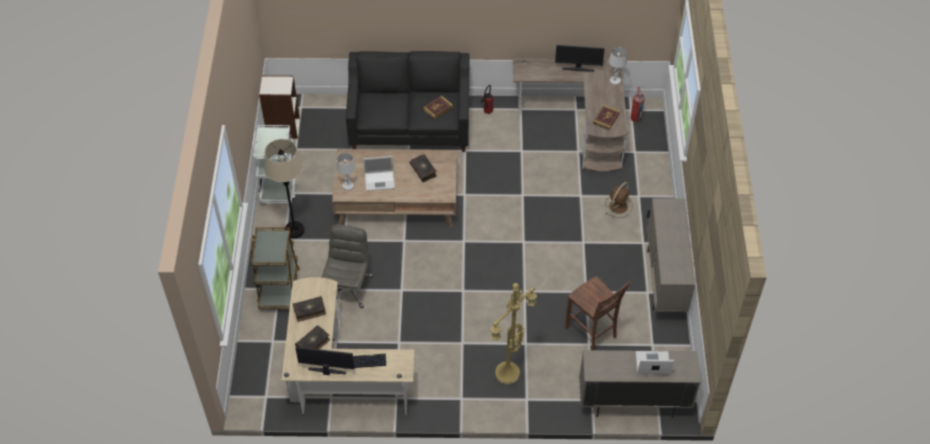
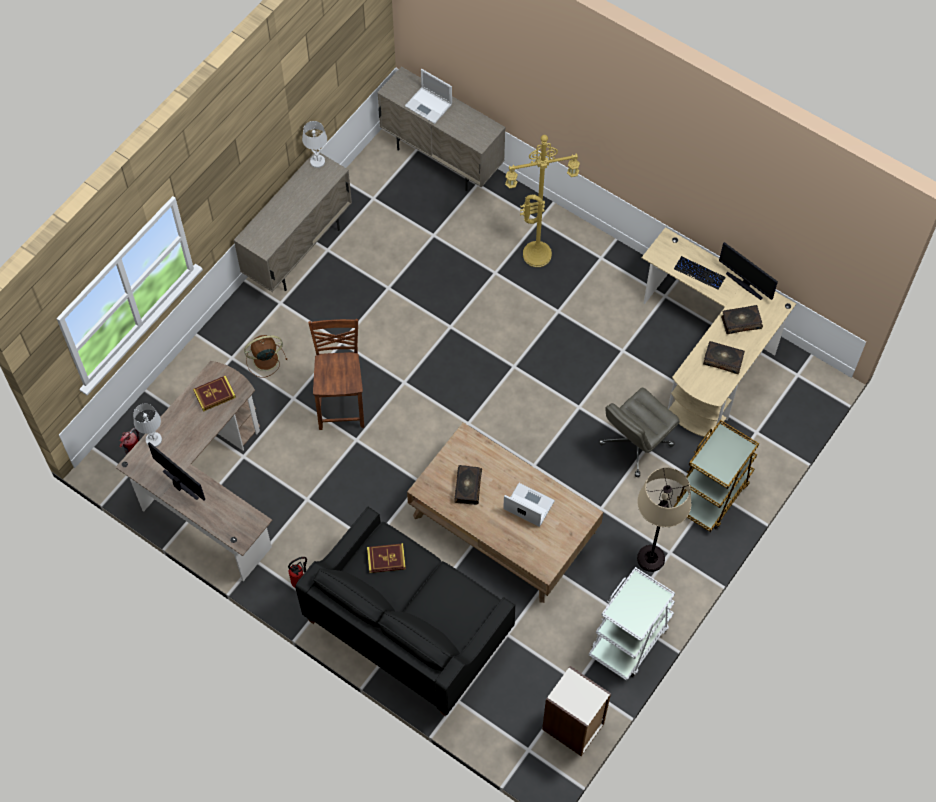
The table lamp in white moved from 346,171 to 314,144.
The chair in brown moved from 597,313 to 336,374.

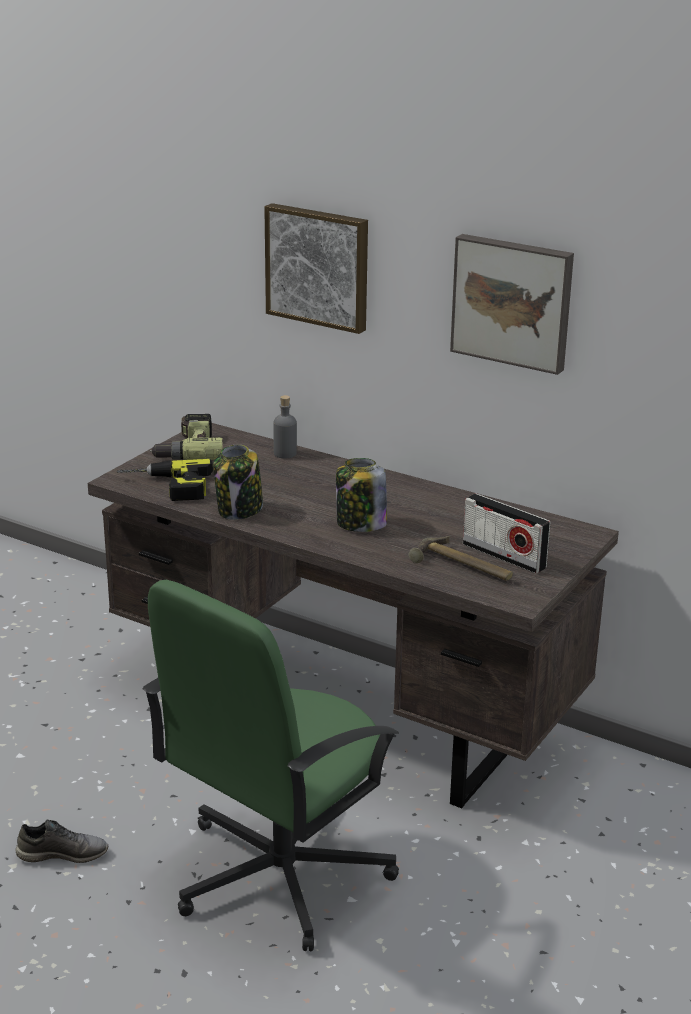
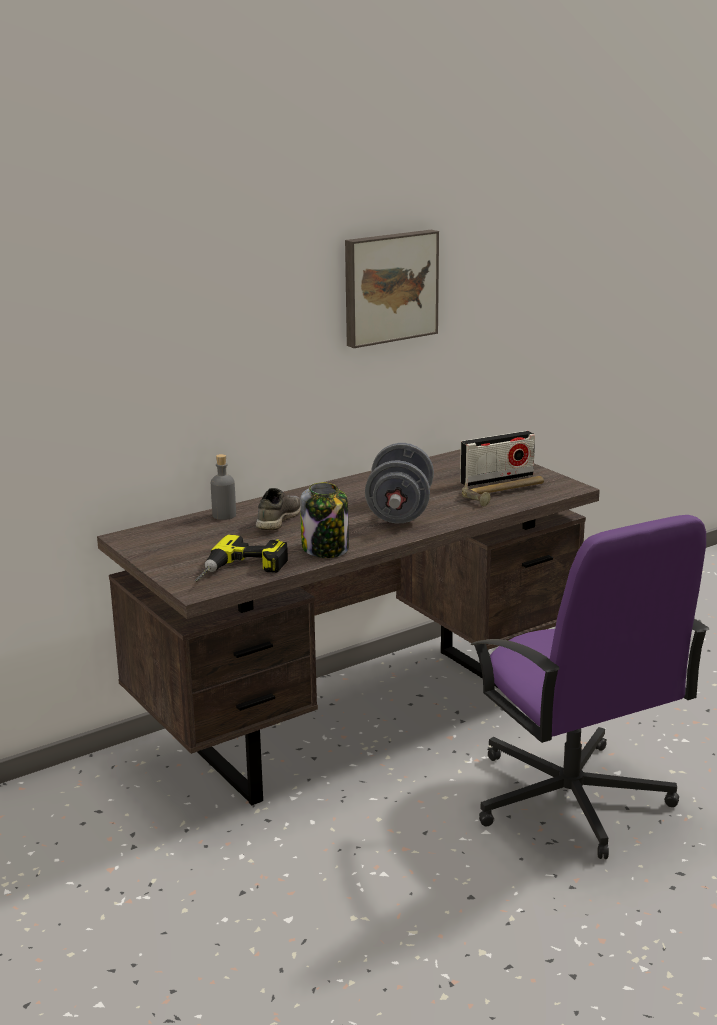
The power drill at 186,437 disappeared.
The picture at 316,268 disappeared.
The shoe in grey moved from 62,841 to 278,509.
The jar at 361,495 was replaced by the dumbbell in grey at 399,483.
The office chair in green at 271,765 became the office chair in purple at 589,687.

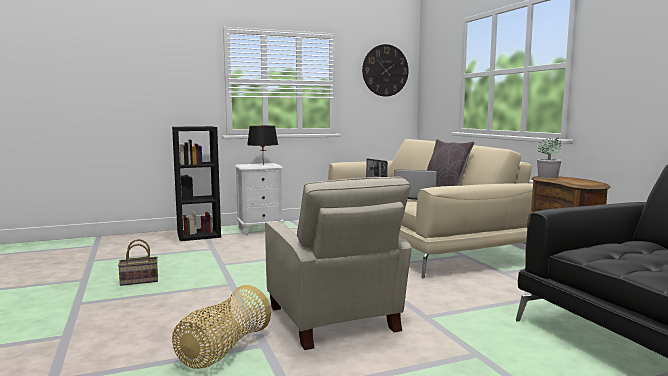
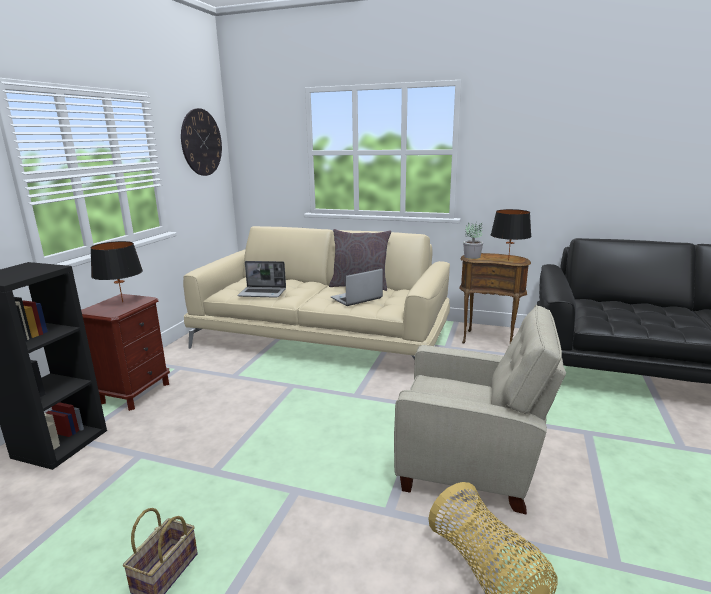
The table lamp in black at 511,235 appeared.
The nightstand in white at 259,199 became the nightstand in brown at 125,352.

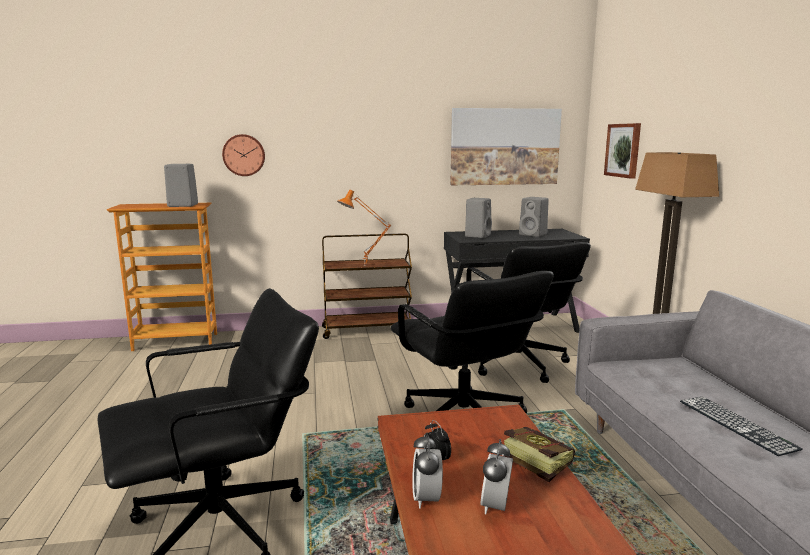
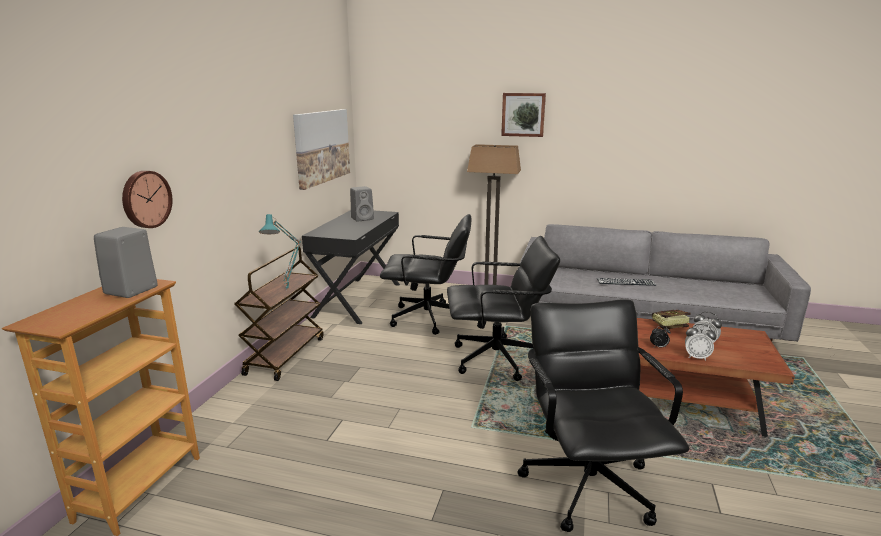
The speaker in grey at 478,218 disappeared.
The picture moved from 622,151 to 523,115.
The table lamp in orange at 364,227 became the table lamp in turquoise at 280,252.

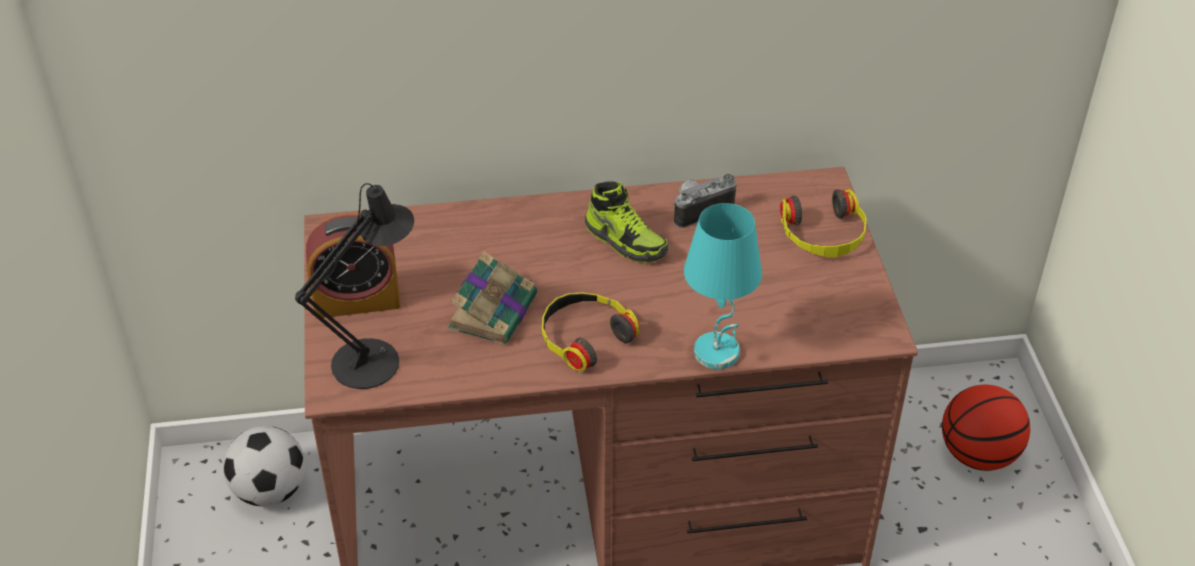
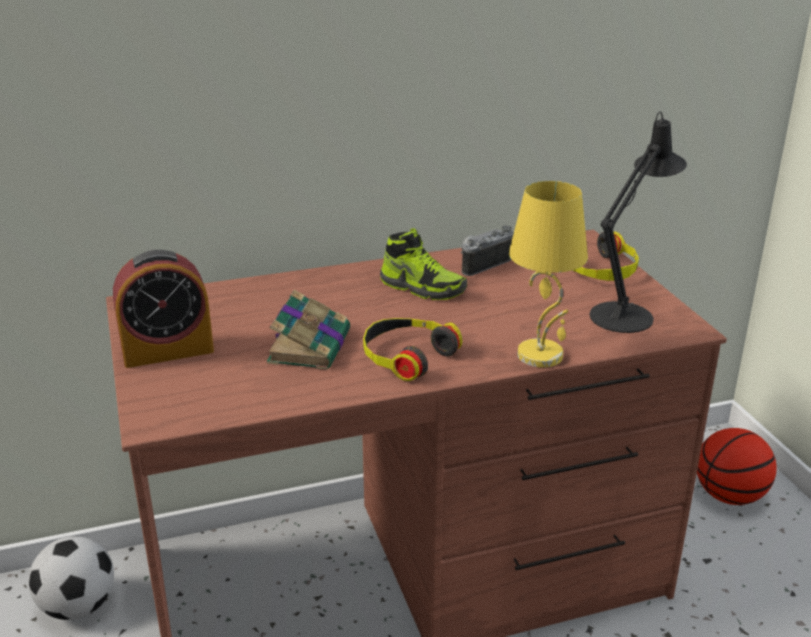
The table lamp in black moved from 354,286 to 638,222.
The table lamp in turquoise at 723,286 became the table lamp in yellow at 548,274.

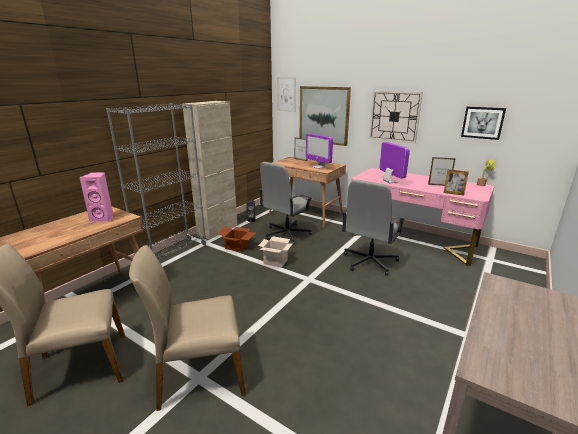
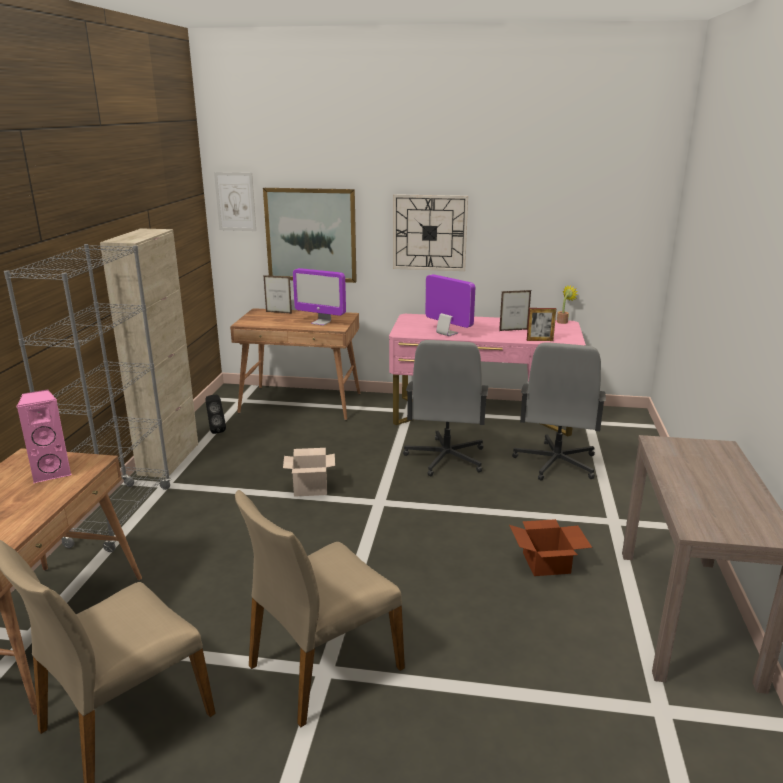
The picture at 483,123 disappeared.
The cardboard box moved from 236,239 to 550,547.
The office chair in grey moved from 285,203 to 559,411.

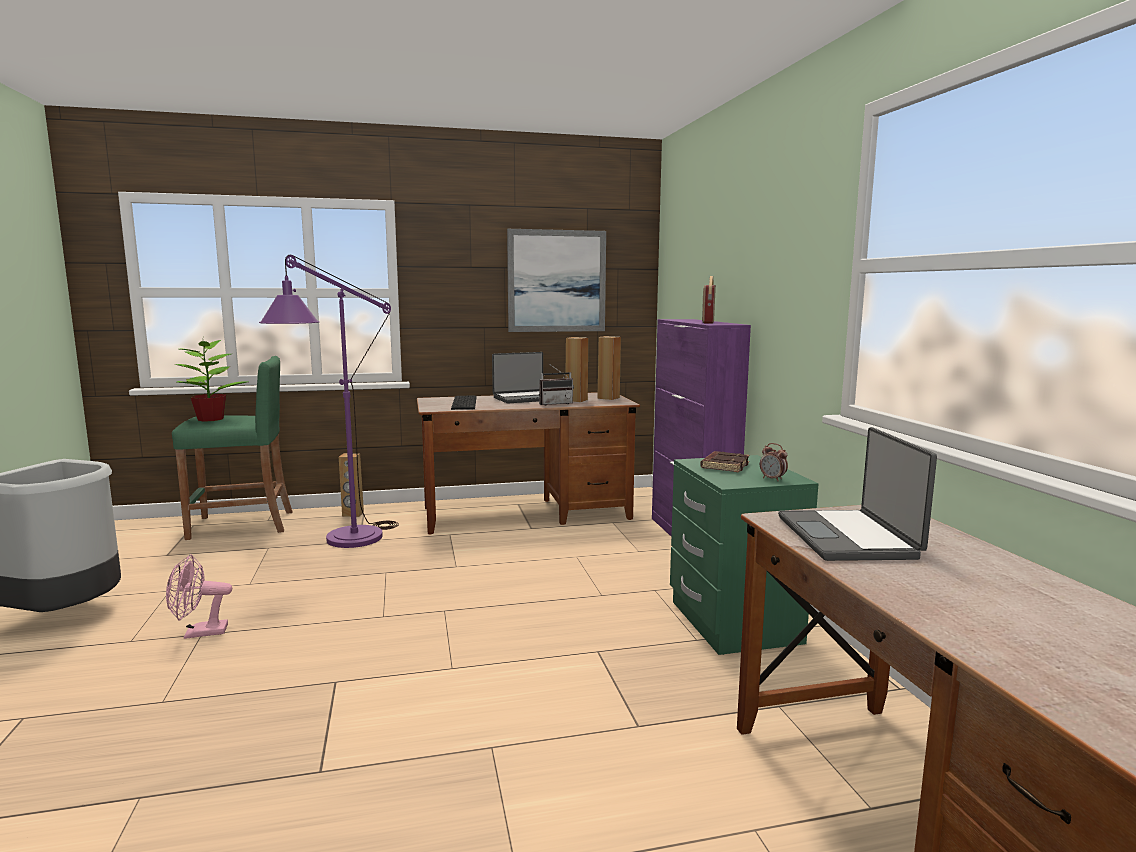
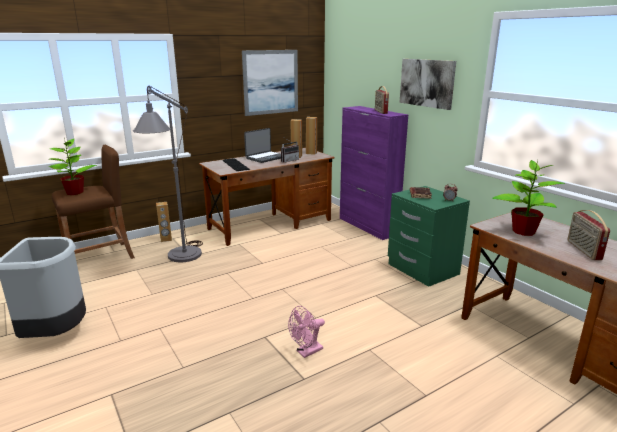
The picture at 427,84 appeared.
The radio at 589,235 appeared.
The fan in pink moved from 199,596 to 306,332.
The laptop at 857,494 was replaced by the potted plant at 528,198.
The stool in green at 232,448 became the stool in brown at 93,201.
The floor lamp in purple at 329,401 became the floor lamp in grey at 168,174.

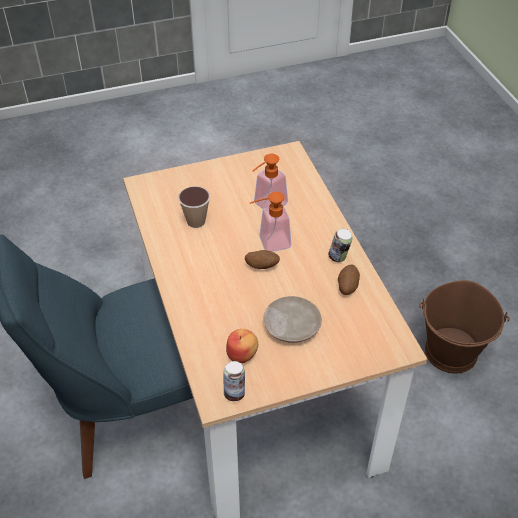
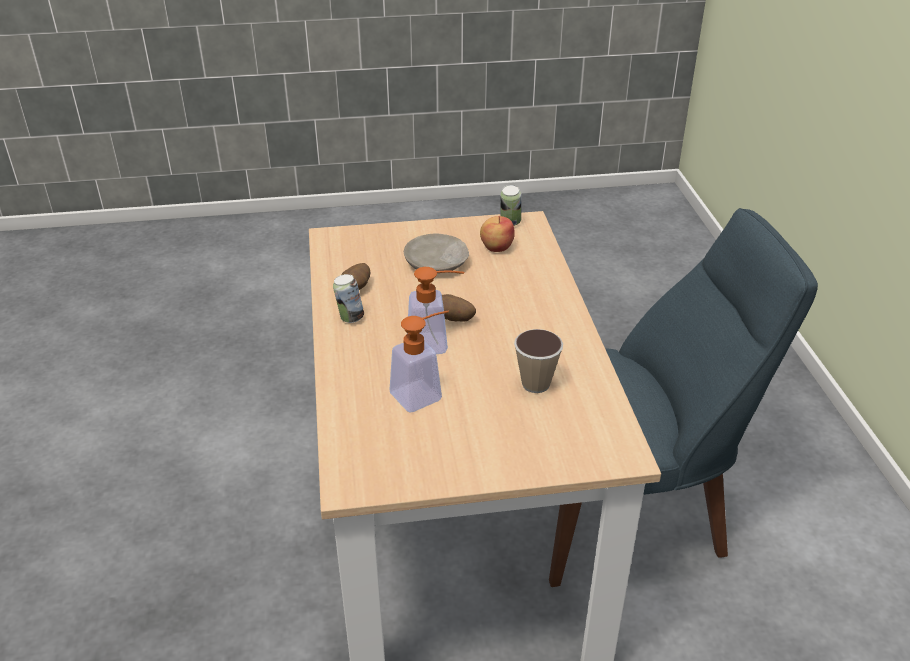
The bucket in brown at 464,326 disappeared.

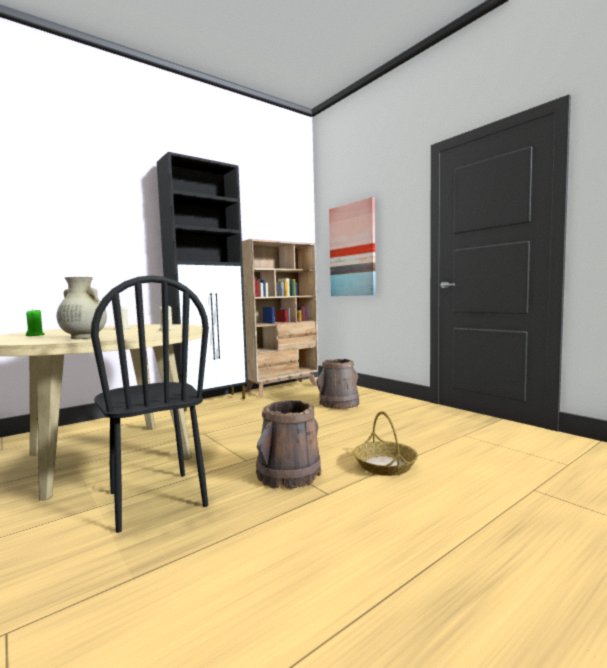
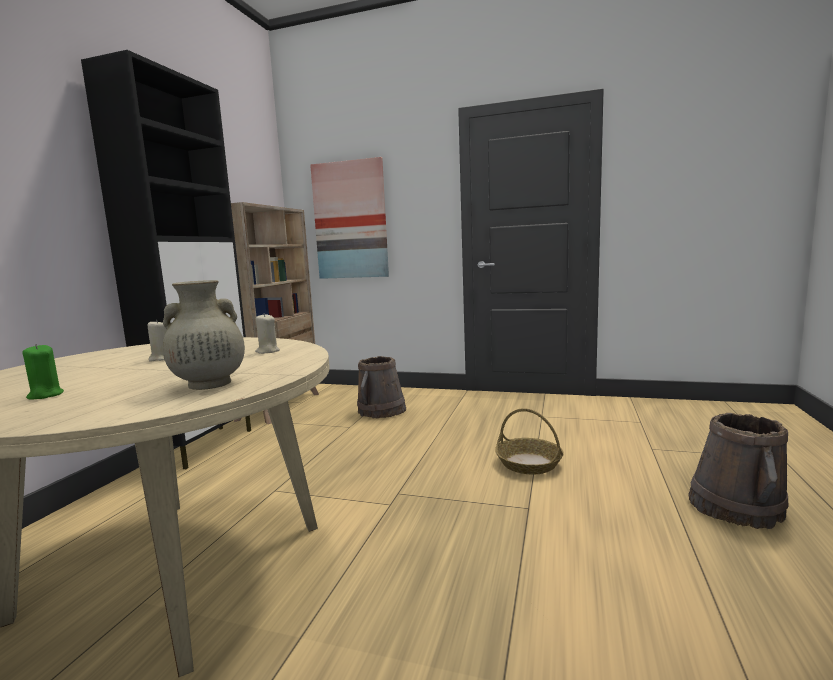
The chair in black at 150,404 disappeared.
The bucket in brown moved from 288,444 to 738,471.

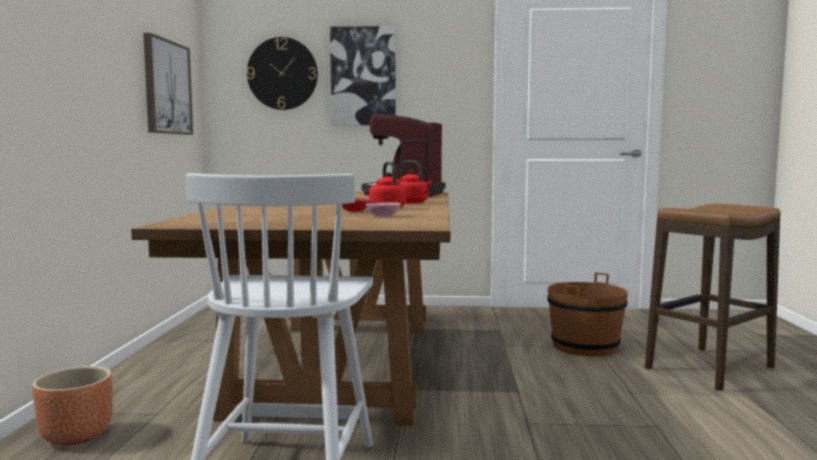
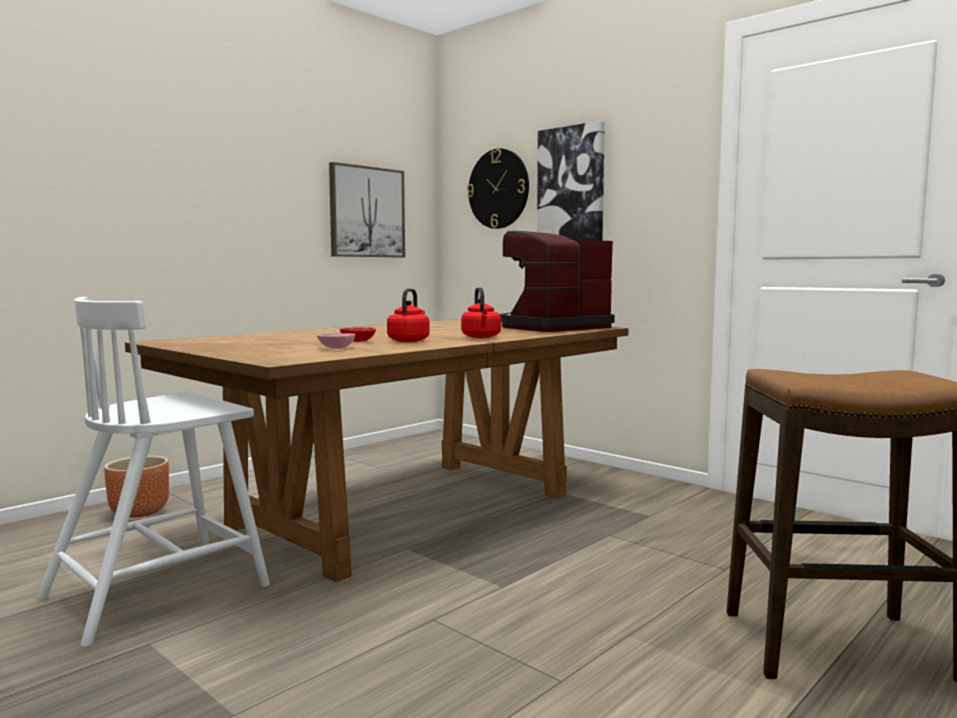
The bucket in brown at 587,314 disappeared.

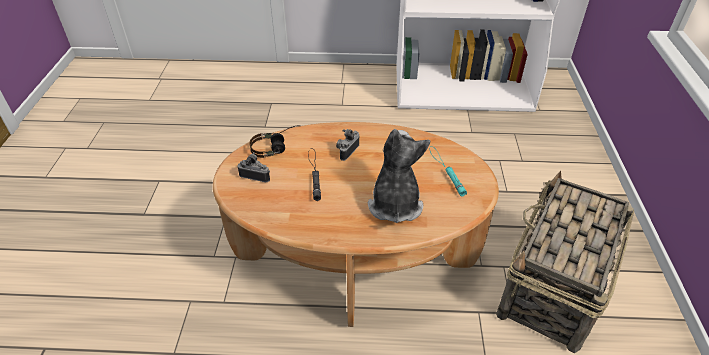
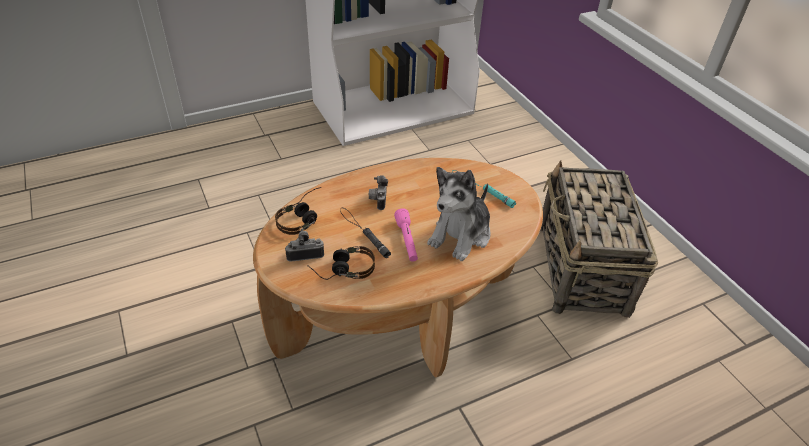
The headphones at 341,263 appeared.
The flashlight in pink at 406,235 appeared.
The plush toy at 399,176 turned 120 degrees counterclockwise.

